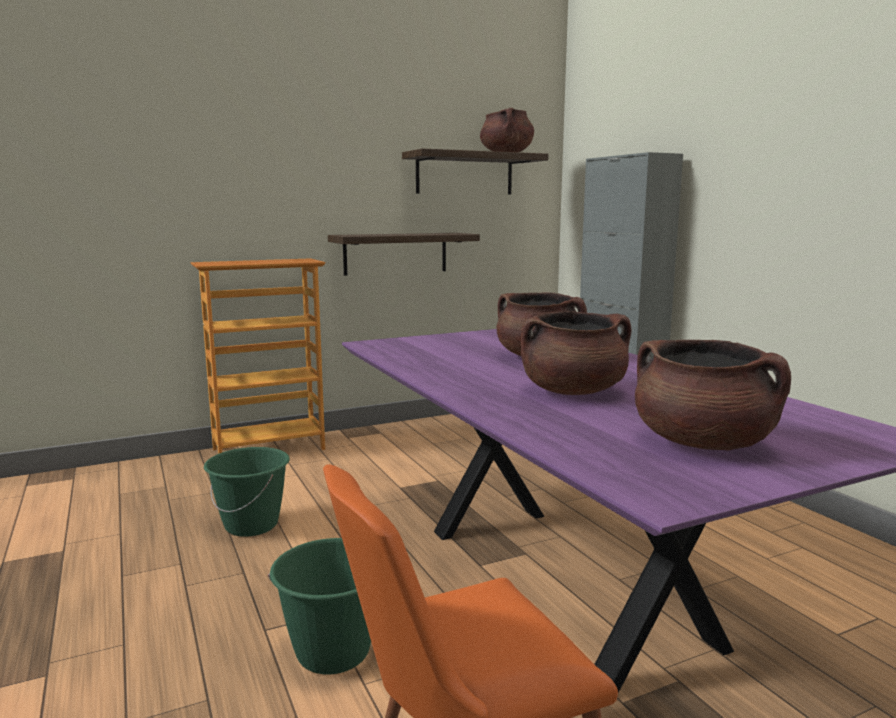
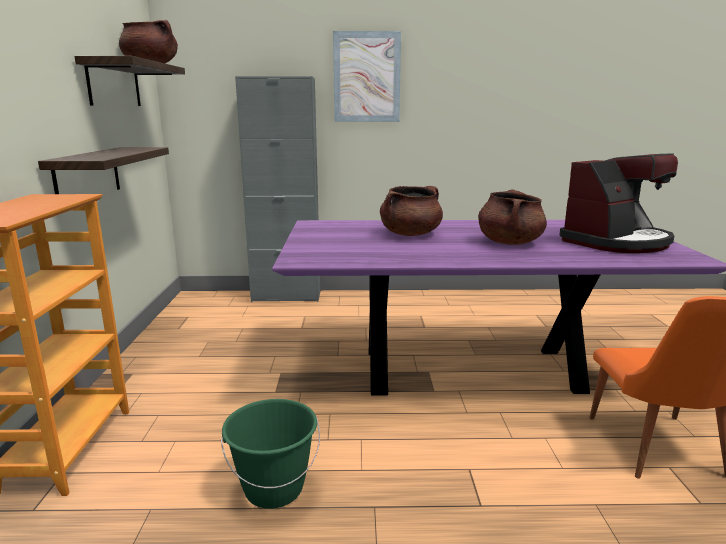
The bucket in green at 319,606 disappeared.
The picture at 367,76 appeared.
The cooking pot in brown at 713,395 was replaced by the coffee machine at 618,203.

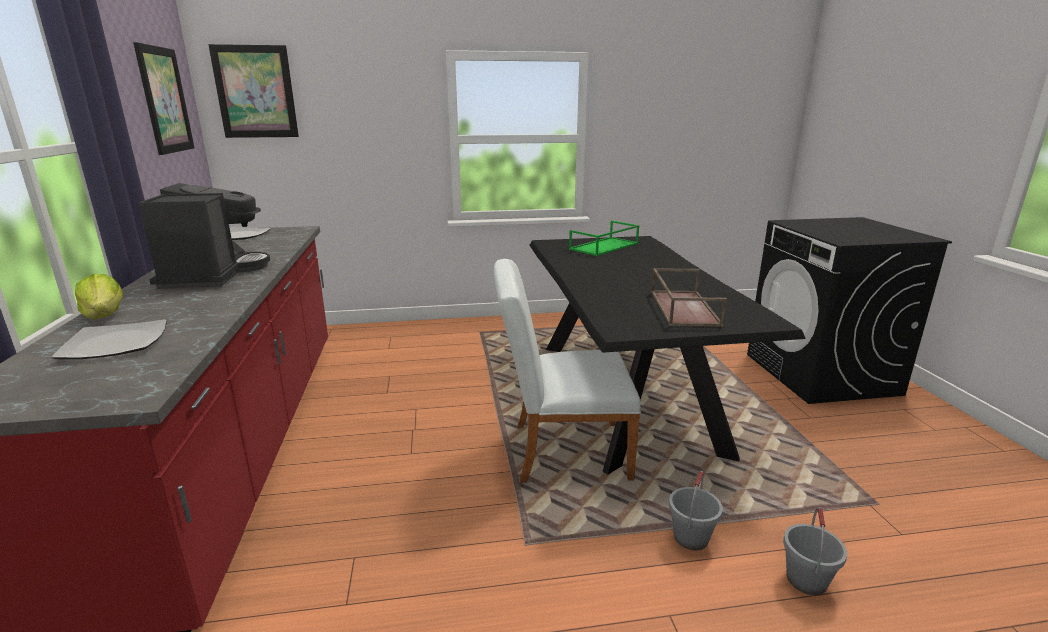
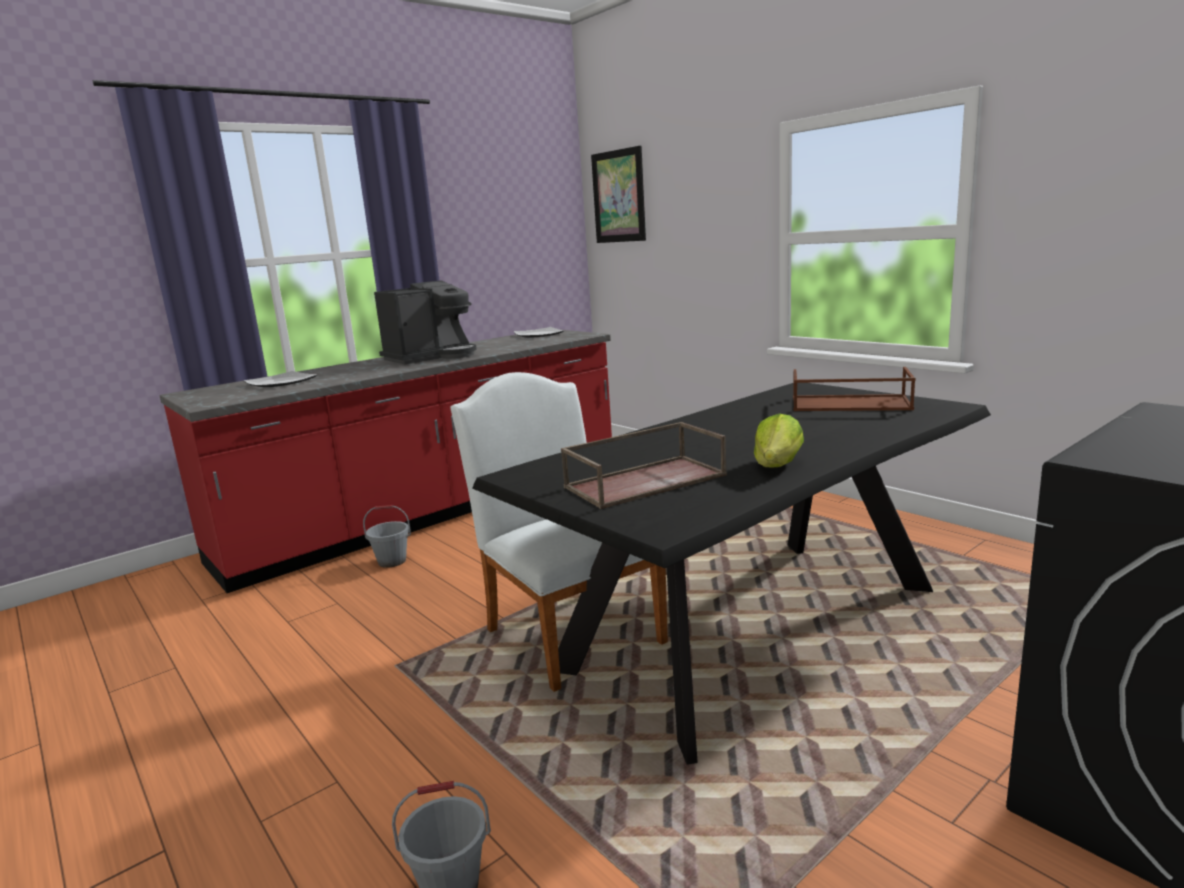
The picture at 163,98 disappeared.
The lettuce moved from 99,297 to 779,440.
The bucket in grey moved from 696,510 to 387,536.
The tray in green at 604,238 became the tray in brown at 854,389.

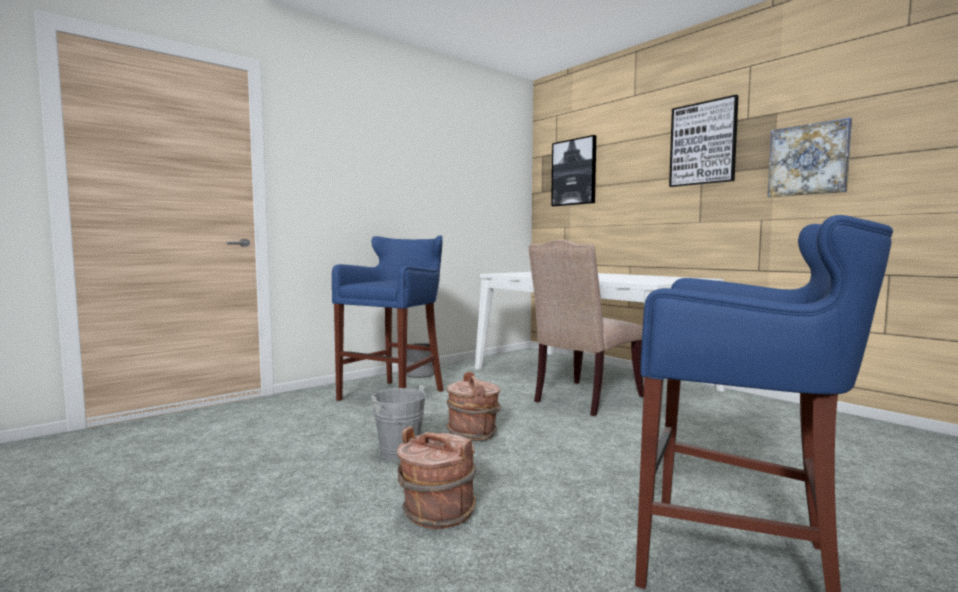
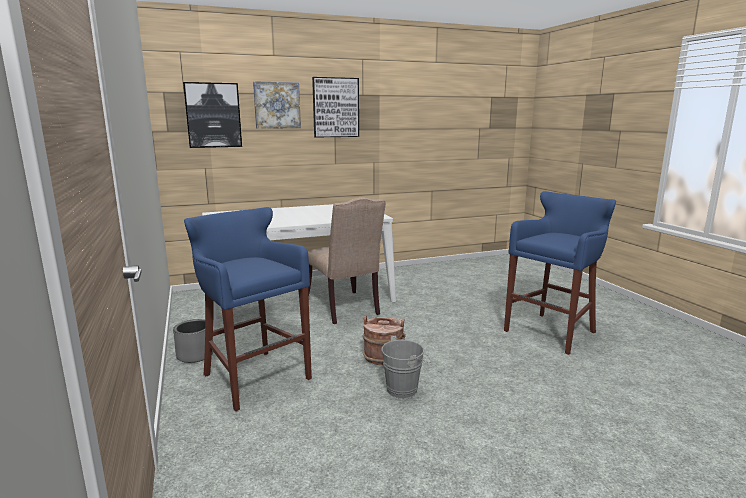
The bucket in brown at 436,478 disappeared.
The picture moved from 810,157 to 277,105.

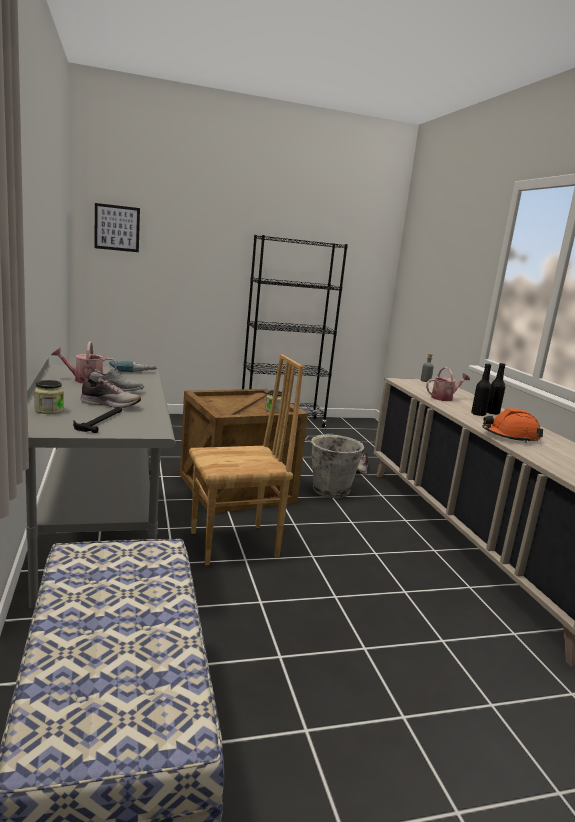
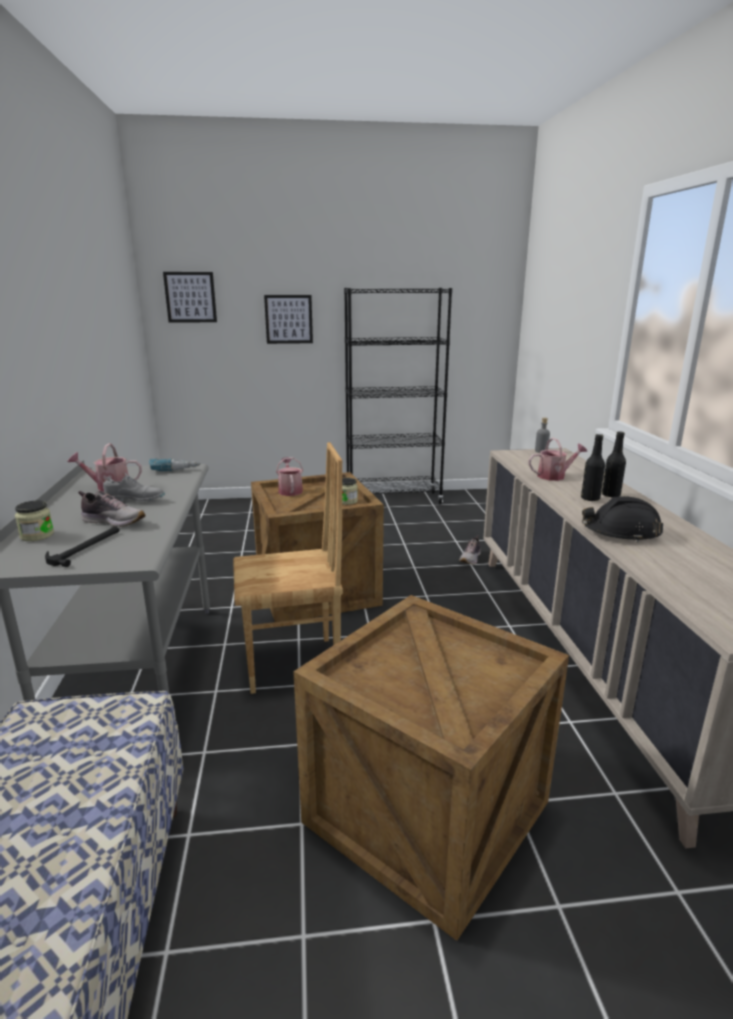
The bucket in grey at 334,466 disappeared.
The picture at 288,319 appeared.
The watering can at 289,476 appeared.
The crate at 431,768 appeared.
The hard hat in orange at 512,425 became the hard hat in black at 622,519.

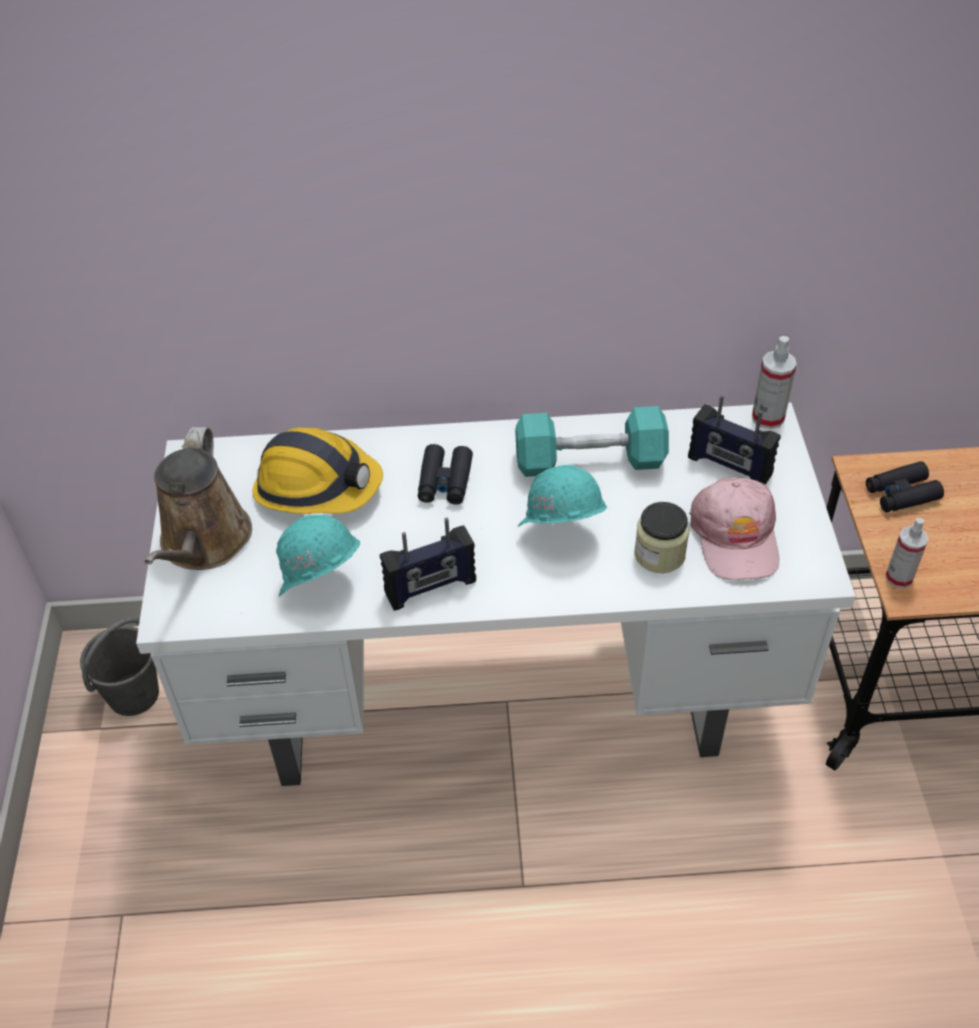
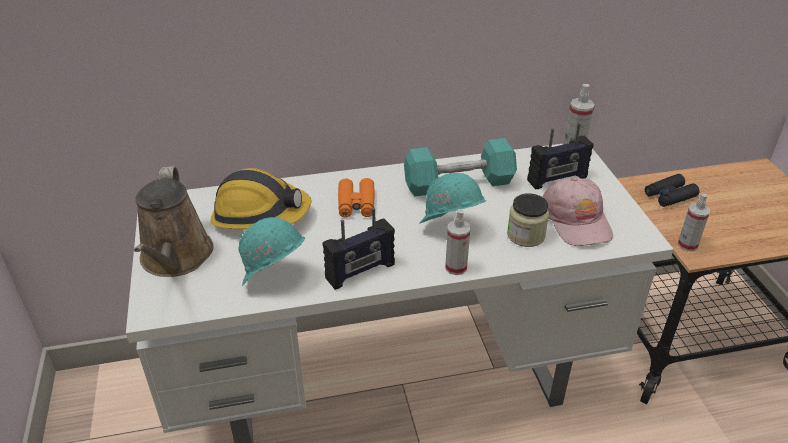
The bucket in grey at 119,666 disappeared.
The spray bottle at 457,242 appeared.
The binoculars in black at 445,474 became the binoculars in orange at 356,198.
The radio at 734,440 turned 45 degrees counterclockwise.

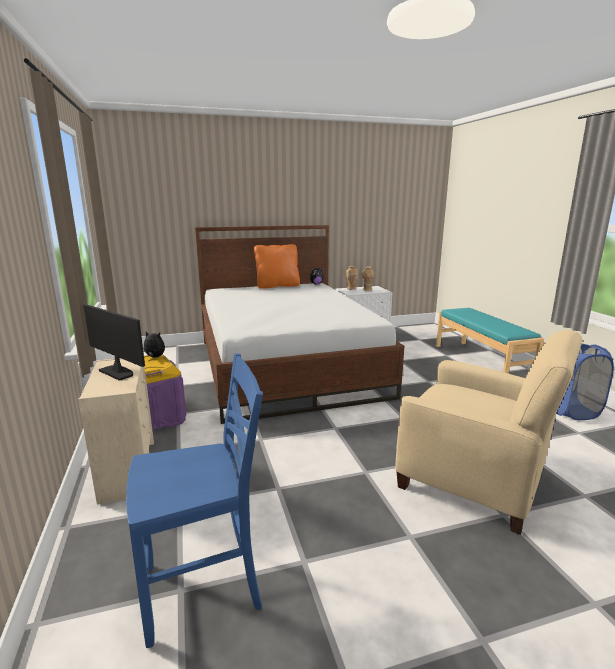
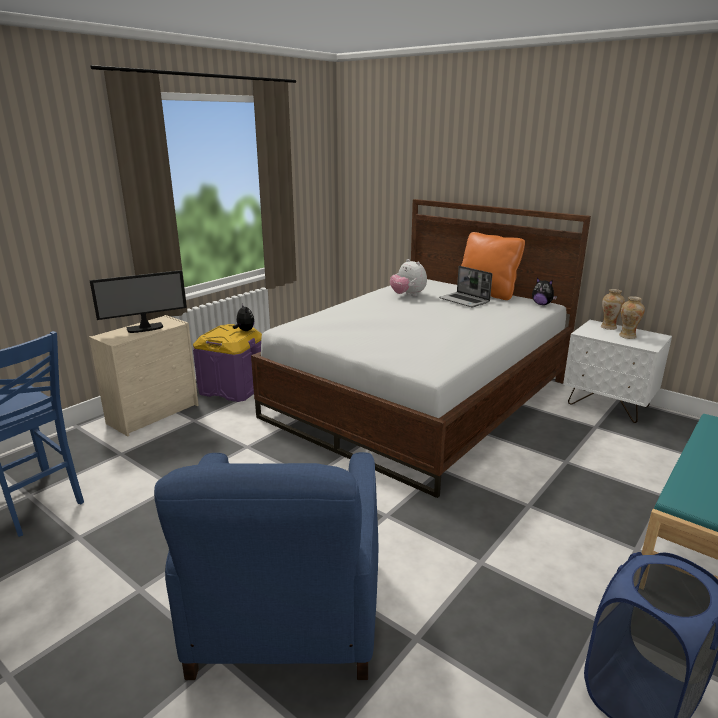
The plush toy at 408,277 appeared.
The laptop at 465,286 appeared.
The armchair in beige at 488,432 became the armchair in blue at 266,566.
The monitor at 114,342 turned 60 degrees clockwise.

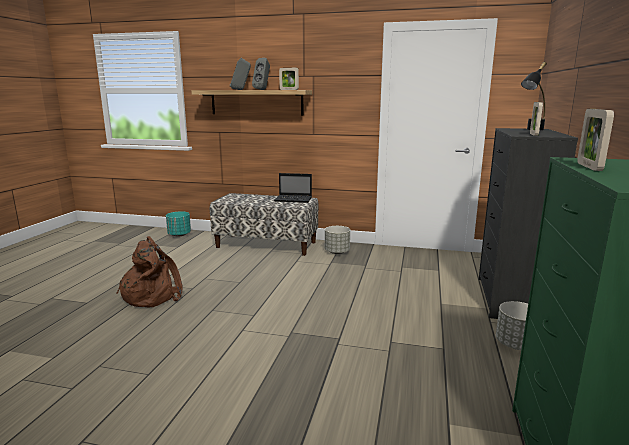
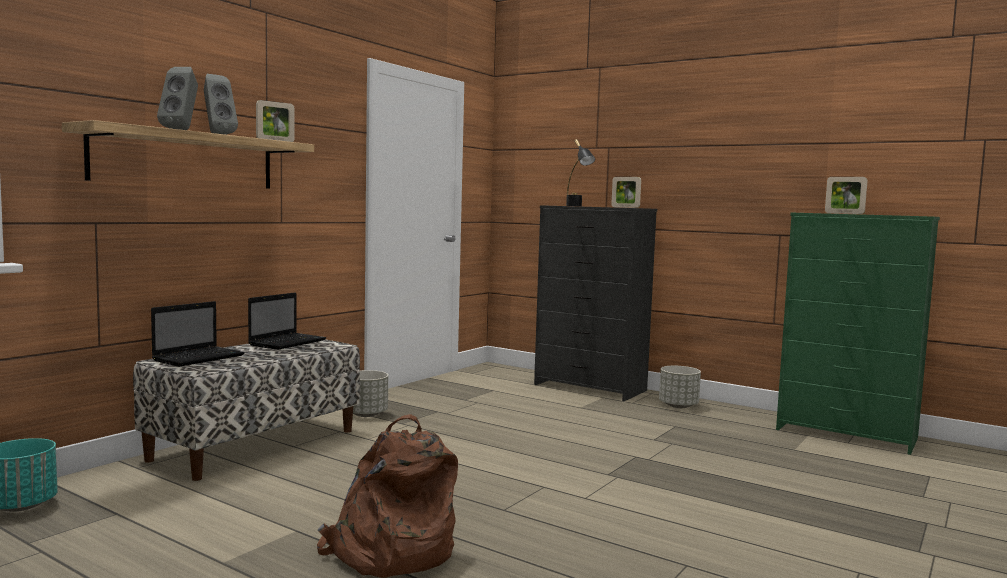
The laptop at 198,334 appeared.

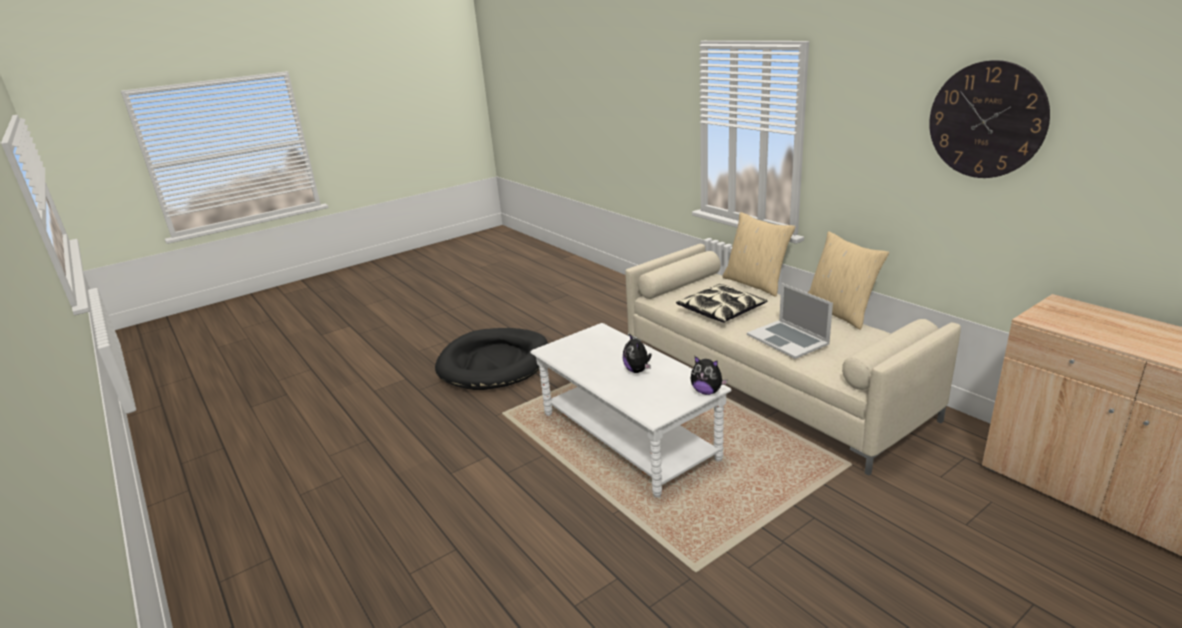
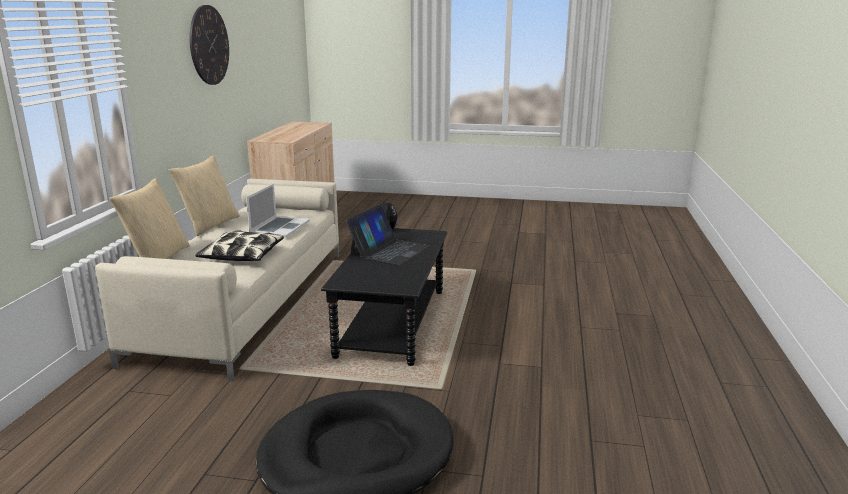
The plush toy at 637,354 was replaced by the laptop at 388,235.
The coffee table in white at 630,410 became the coffee table in black at 384,297.

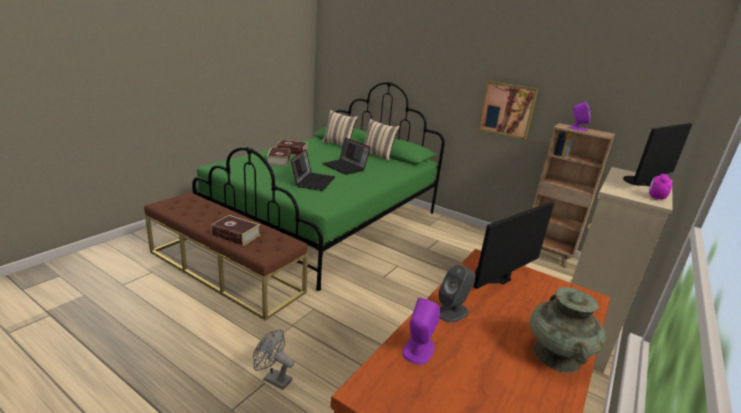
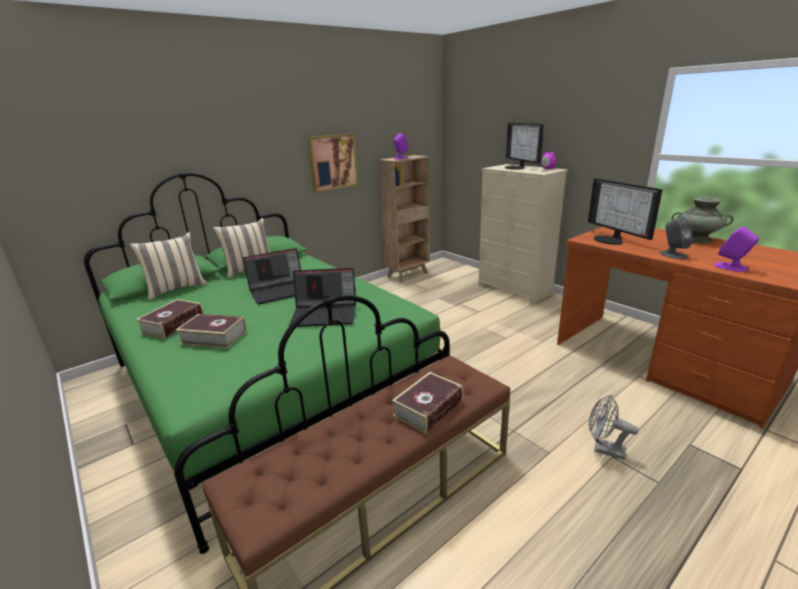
The fan in grey at 273,359 turned 75 degrees clockwise.
The laptop at 313,170 turned 150 degrees clockwise.

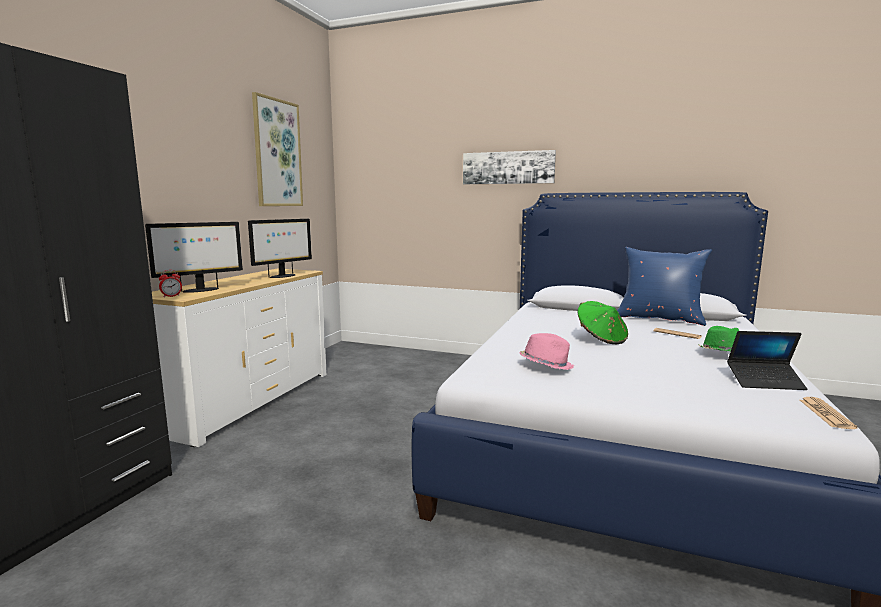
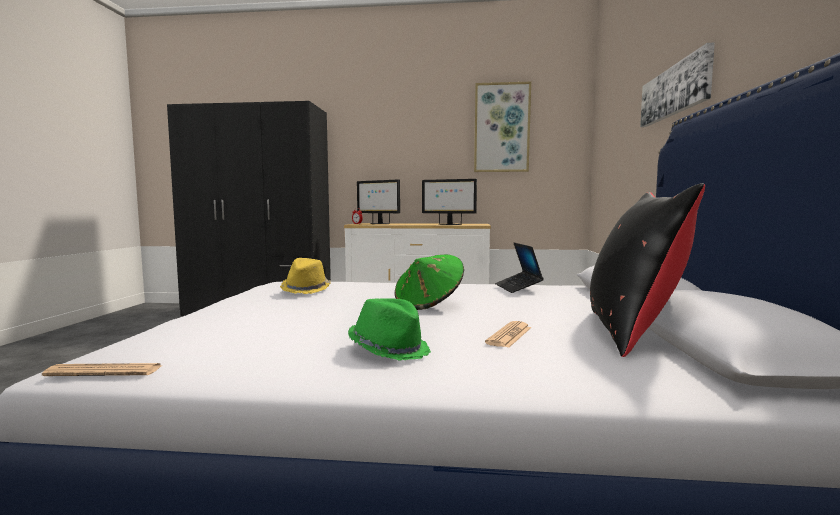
The laptop moved from 767,360 to 519,268.
The hat in pink at 546,351 became the hat in yellow at 305,276.
The pillow in blue at 664,286 became the pillow in black at 647,270.

